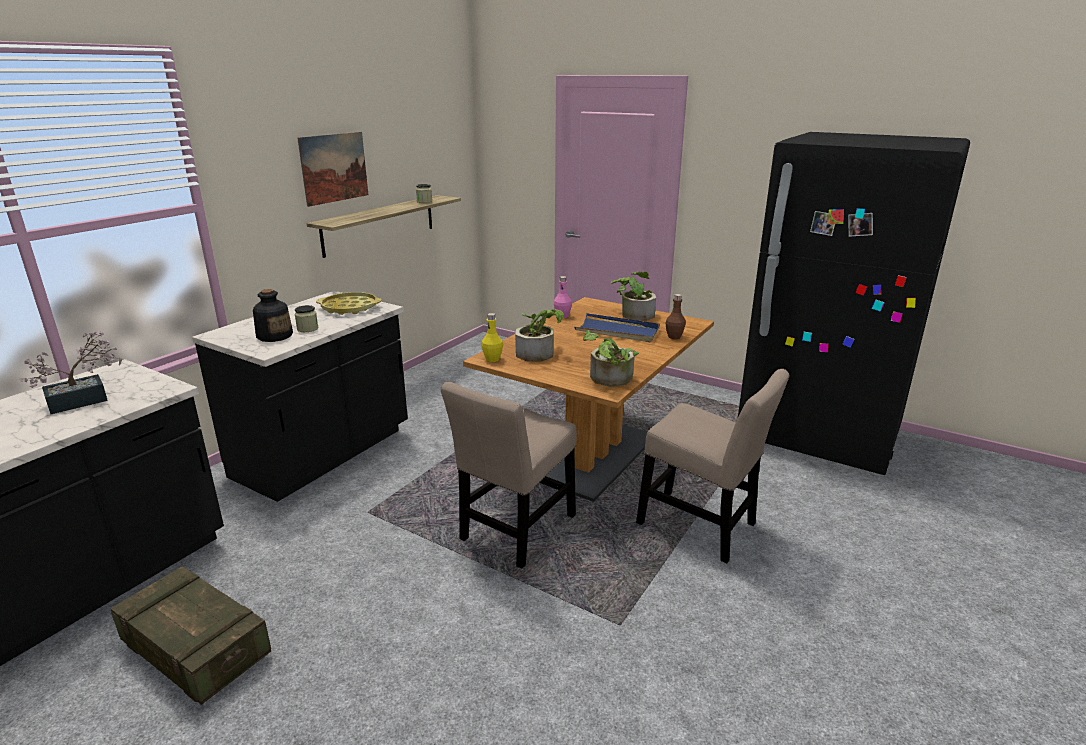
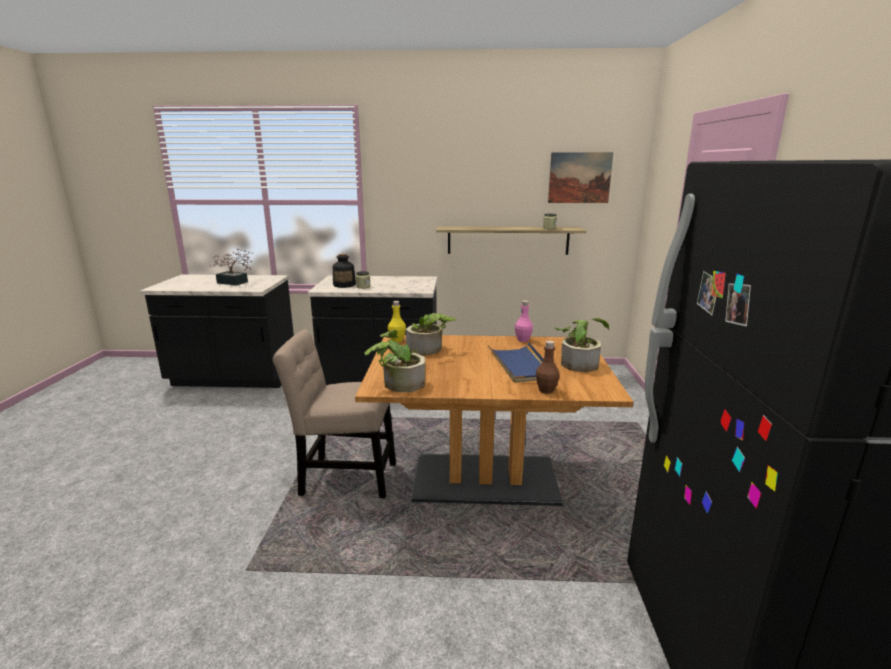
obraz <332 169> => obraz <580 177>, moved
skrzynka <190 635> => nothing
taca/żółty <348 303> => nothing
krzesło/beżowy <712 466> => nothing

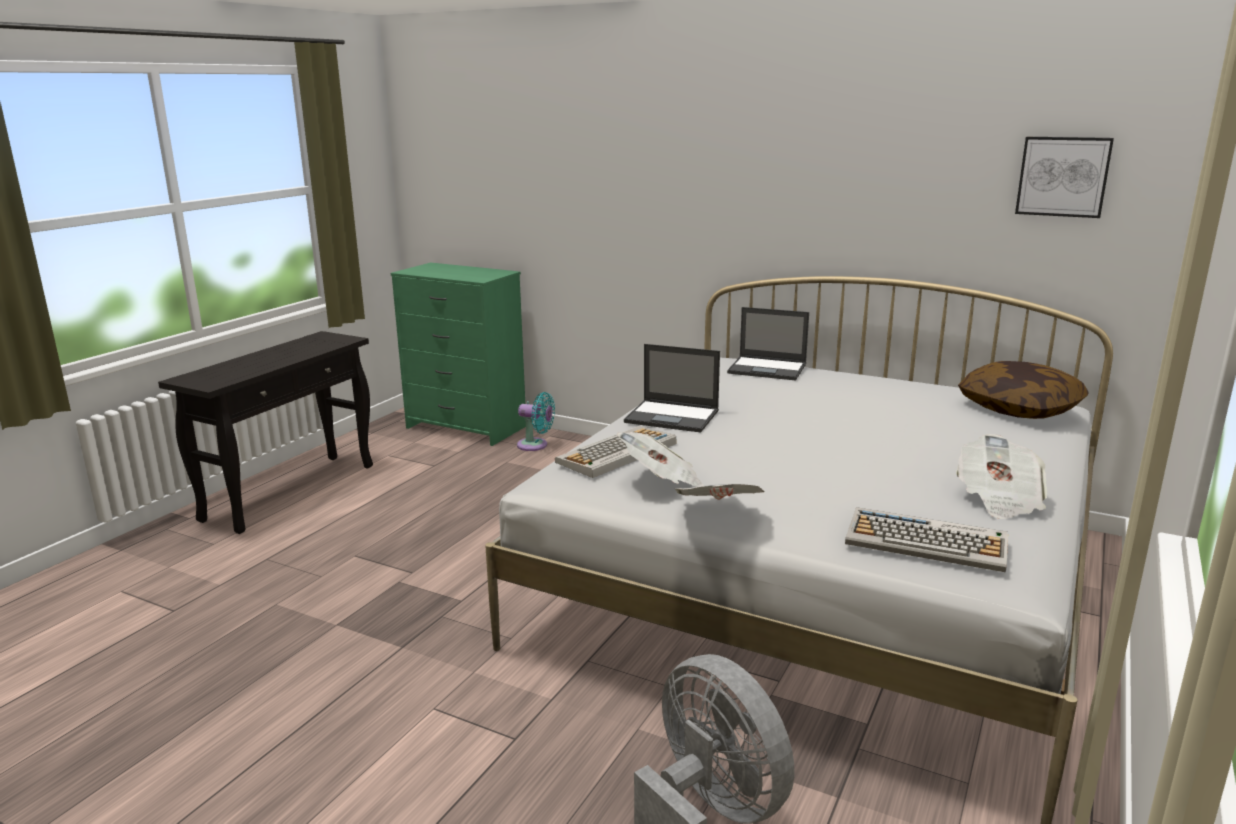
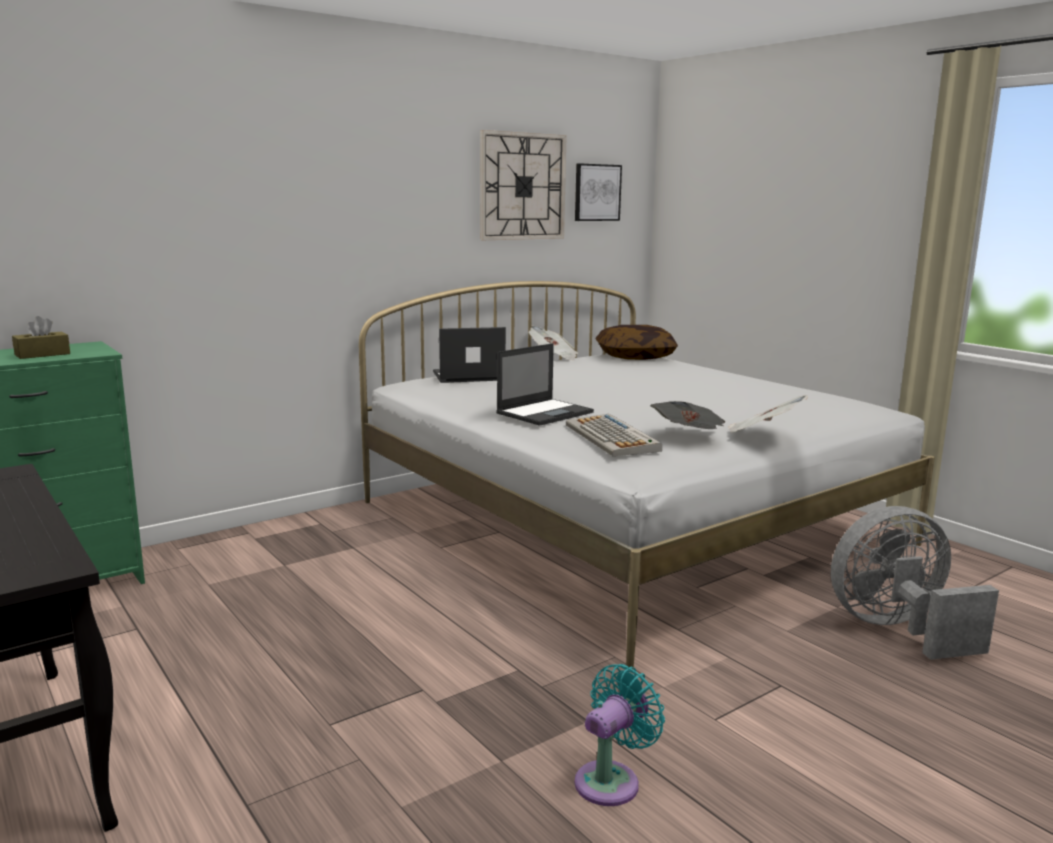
nothing => pudełko chusteczek/brązowy <41 337>
laptop <768 343> => laptop <469 355>, 150 degrees counterclockwise
nothing => zegar ścienny <523 185>
gazeta <1001 476> => gazeta <553 343>, moved
wentylator/turkusowy <536 421> => wentylator/turkusowy <620 735>, moved
klawiatura <926 539> => nothing

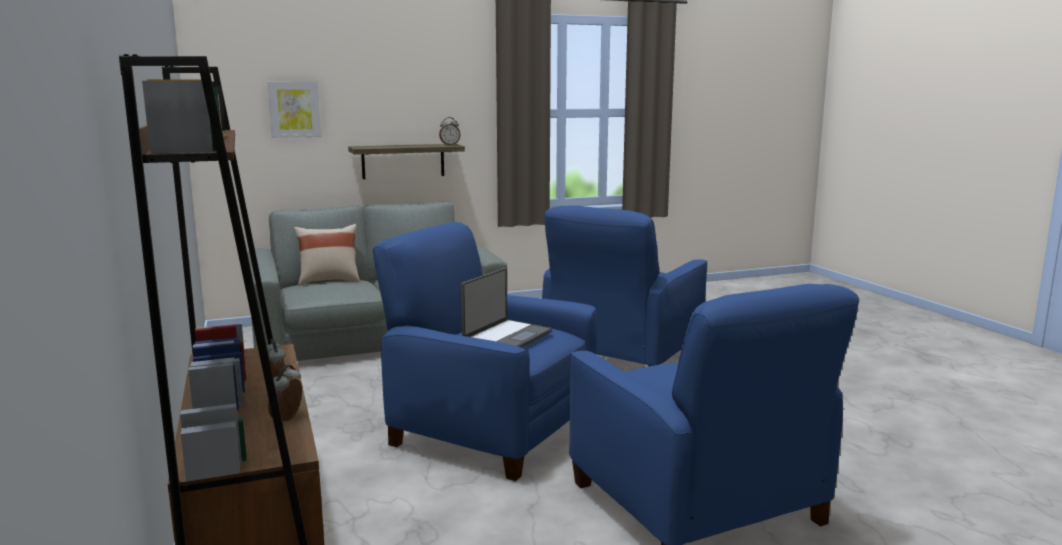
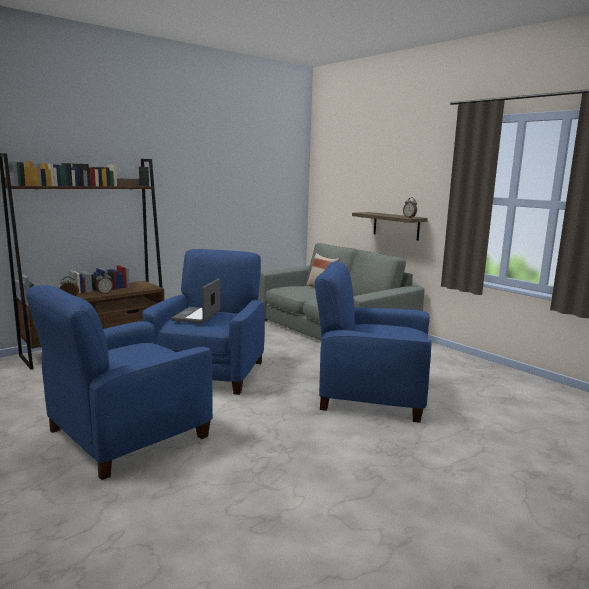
laptop <506 308> => laptop <195 300>, 90 degrees clockwise
obraz <294 109> => nothing

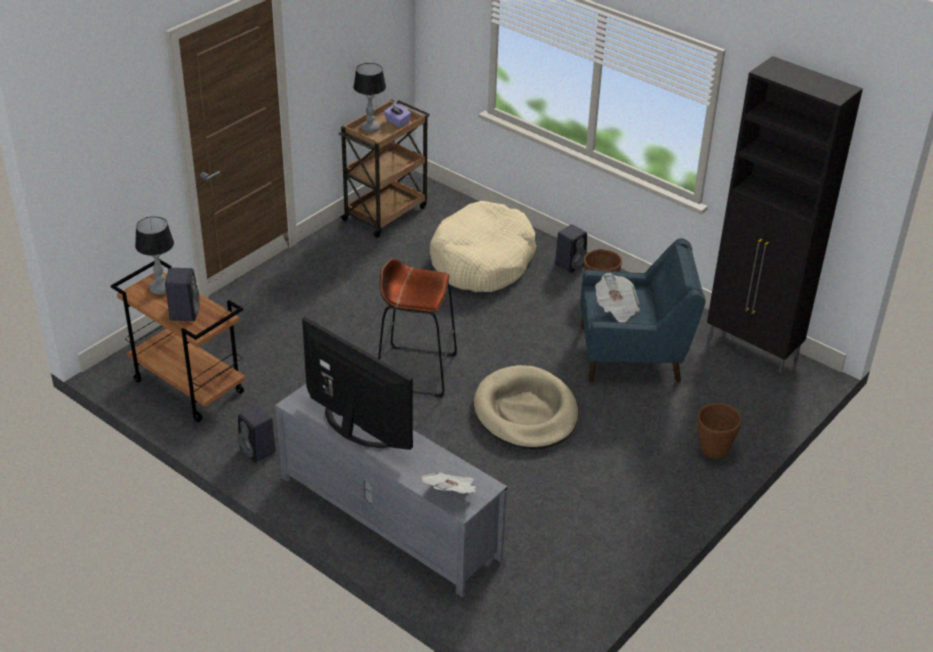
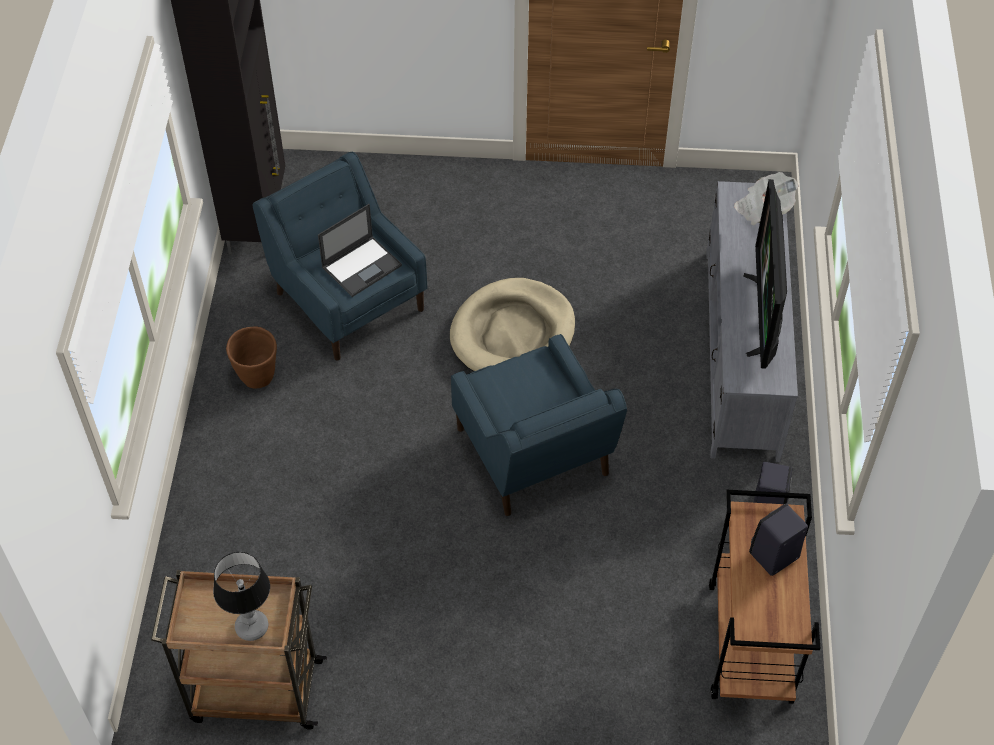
gazeta <617 297> => laptop <360 250>
stołek/brązowy <417 327> => fotel/niebieski <539 425>
lampa stołowa <154 256> => nothing
pudełko chusteczek/fioletowy <397 115> => nothing
legowisko/beżowy <483 246> => nothing
głośnik/czarny <571 248> => nothing
donica/brązowy <720 431> => nothing

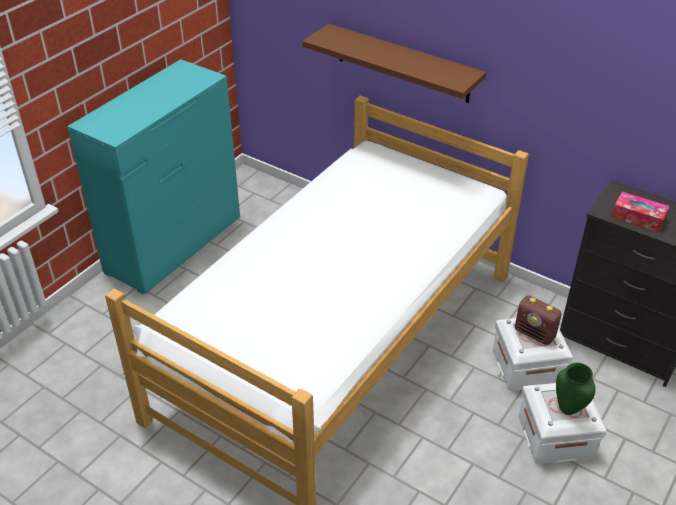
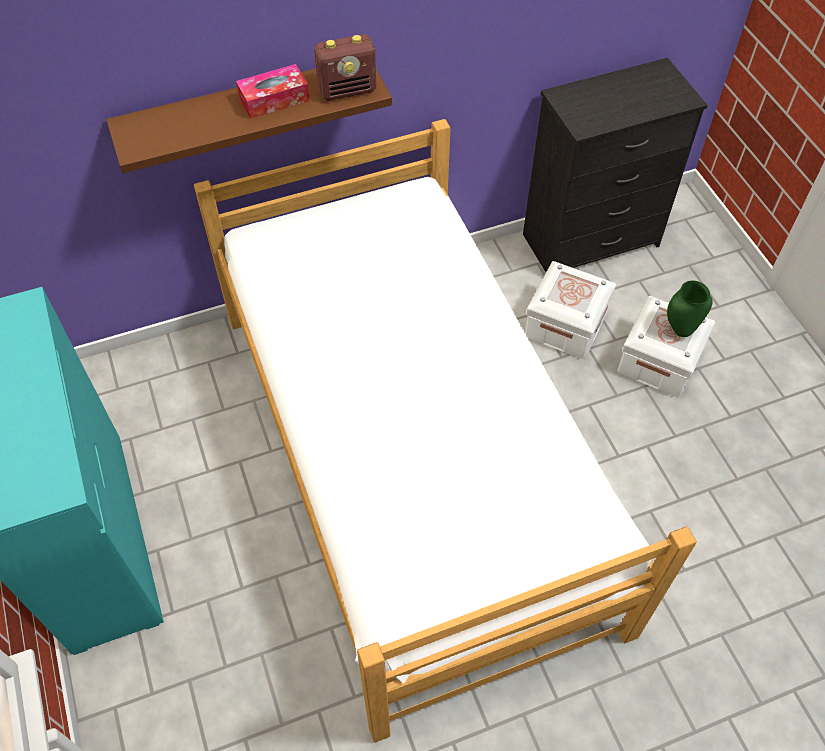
pudełko chusteczek <640 212> => pudełko chusteczek <273 91>, moved
radio <538 320> => radio <345 67>, moved

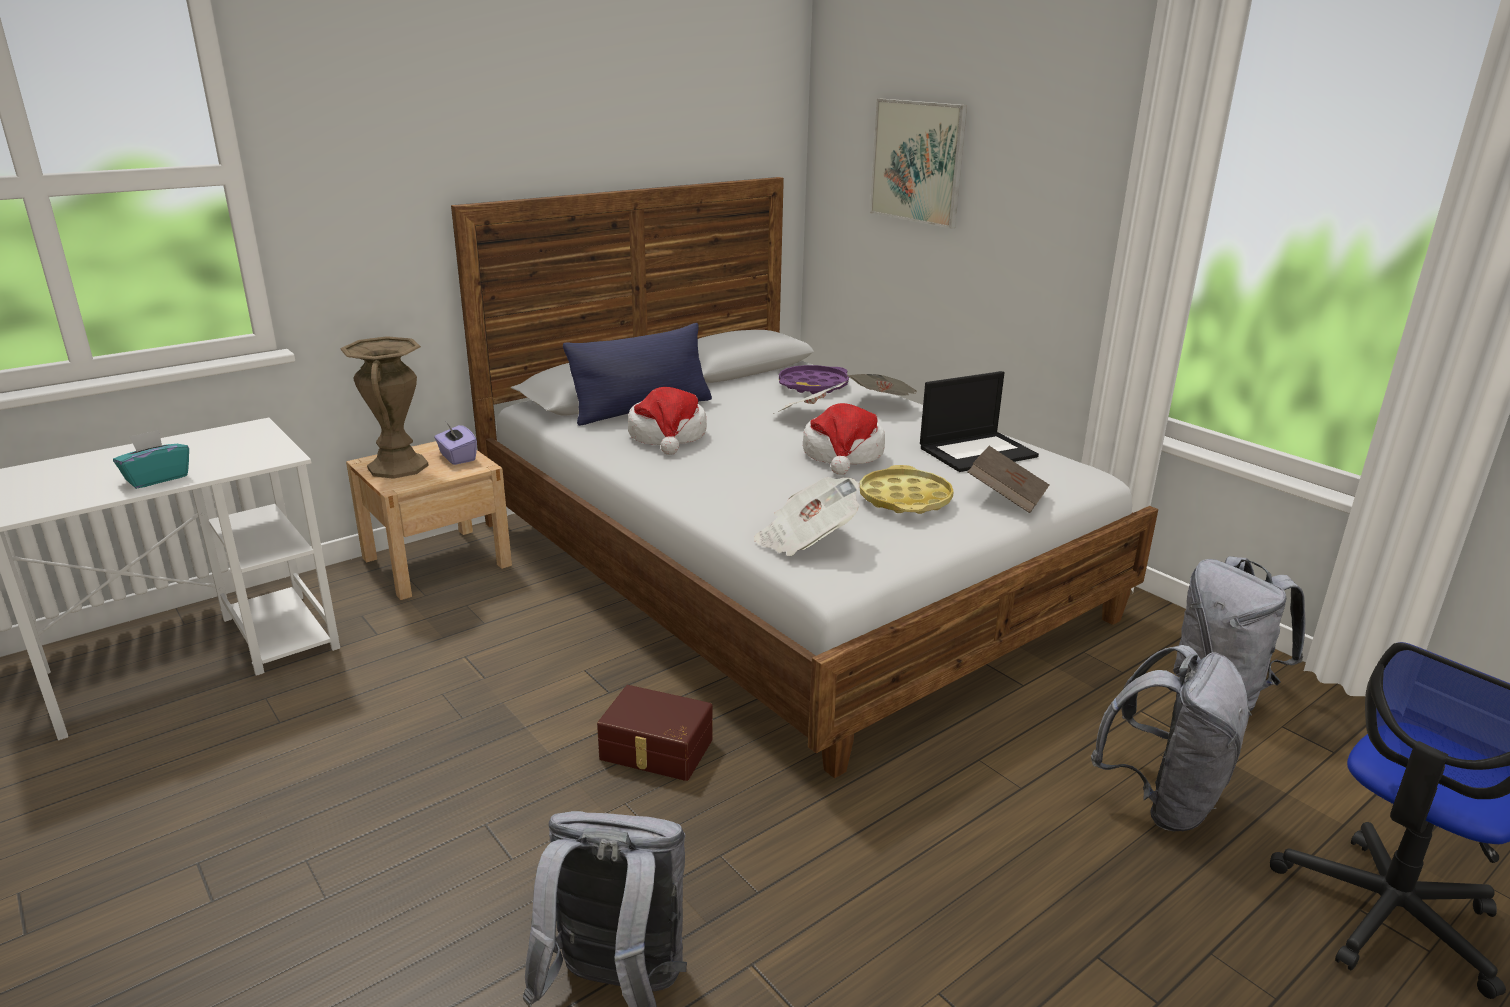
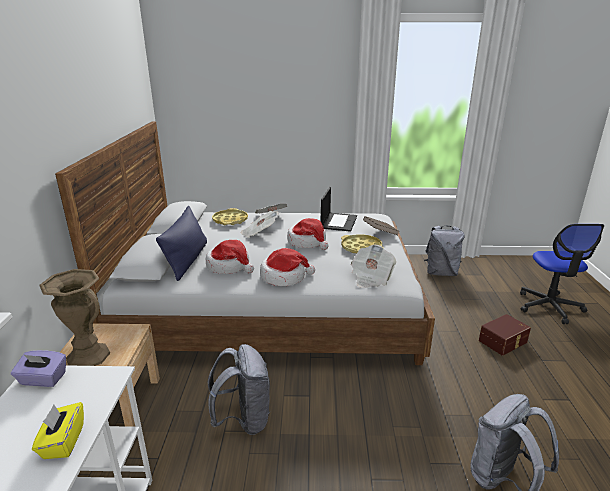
pudełko chusteczek/fioletowy <455 443> => pudełko chusteczek/fioletowy <38 368>, moved
pudełko chusteczek/turkusowy <151 459> => pudełko chusteczek/żółty <58 430>
plecak/szary <1171 738> => plecak/szary <238 389>, moved
taca/fioletowy <814 379> => taca/żółty <230 216>
nothing => kapelusz <287 267>
pojemnik do przechowywania/brązowy <655 733> => pojemnik do przechowywania/brązowy <505 335>, moved
obraz <918 164> => nothing

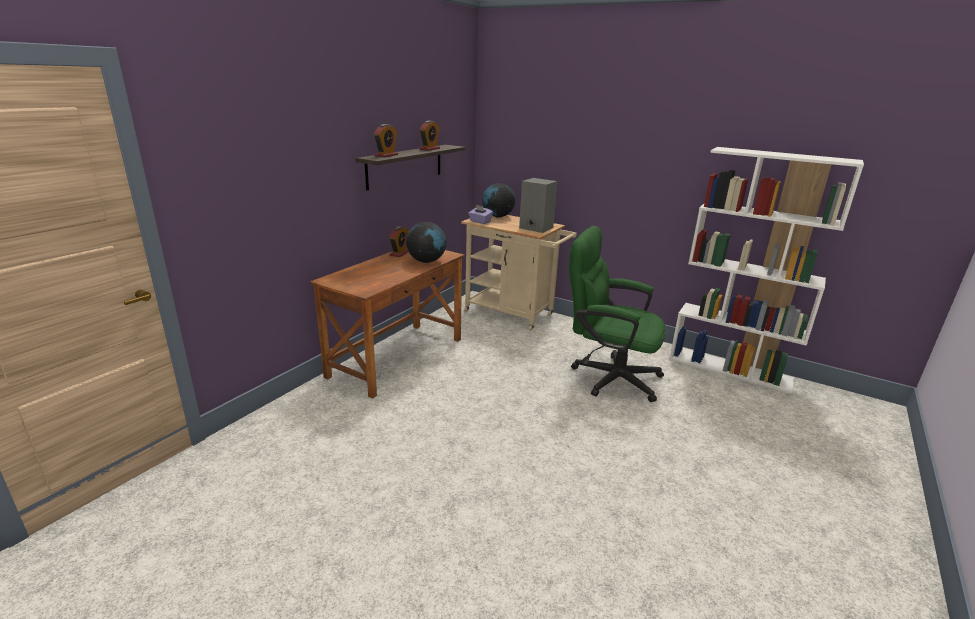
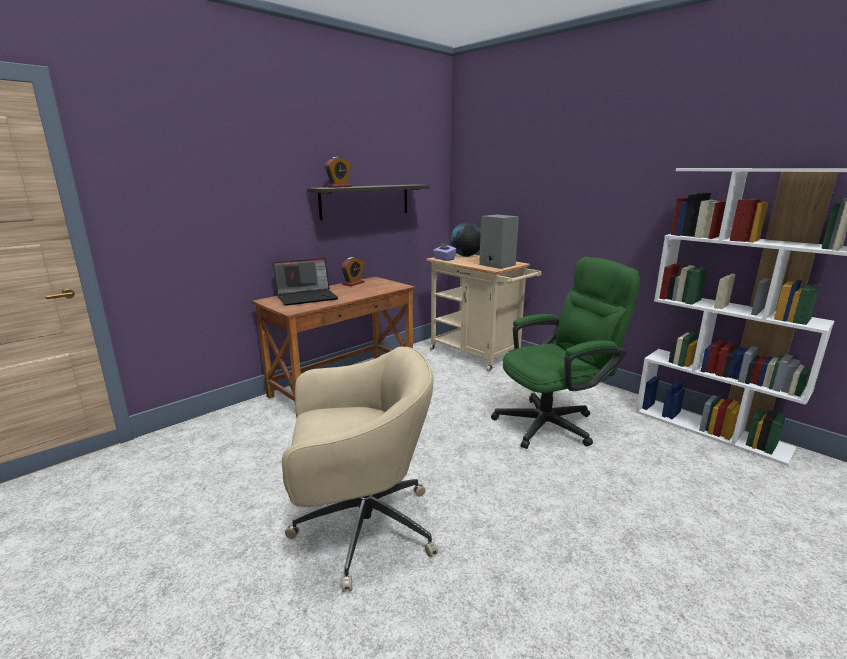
nothing => laptop <305 282>
nothing => krzesło biurowe/beżowy <360 469>
krzesło biurowe/zielony <617 314> => krzesło biurowe/zielony <565 353>, 120 degrees clockwise
globus <426 242> => nothing
budzik <430 136> => nothing

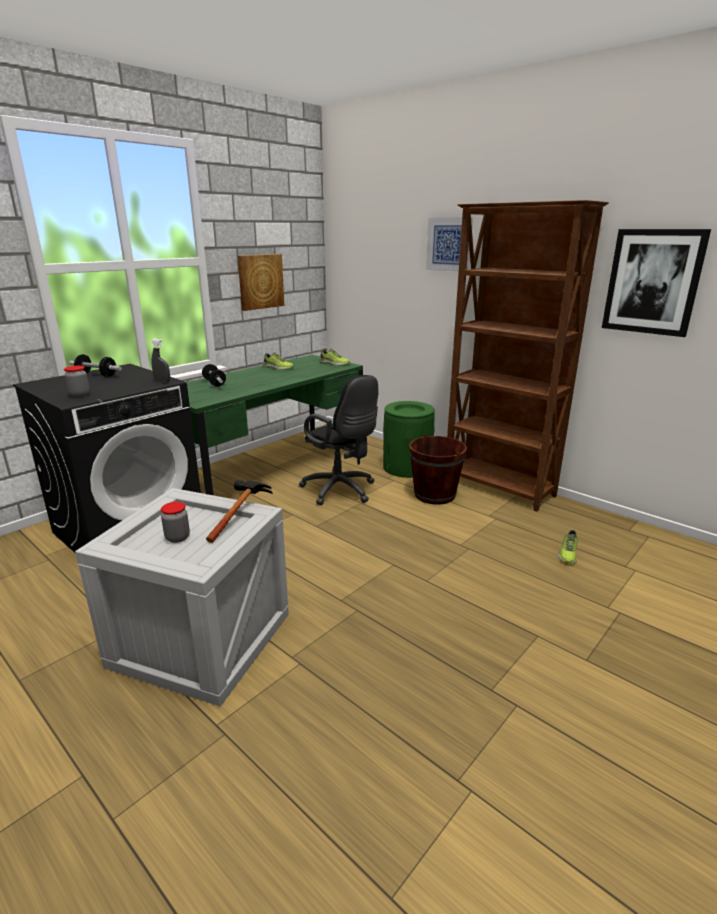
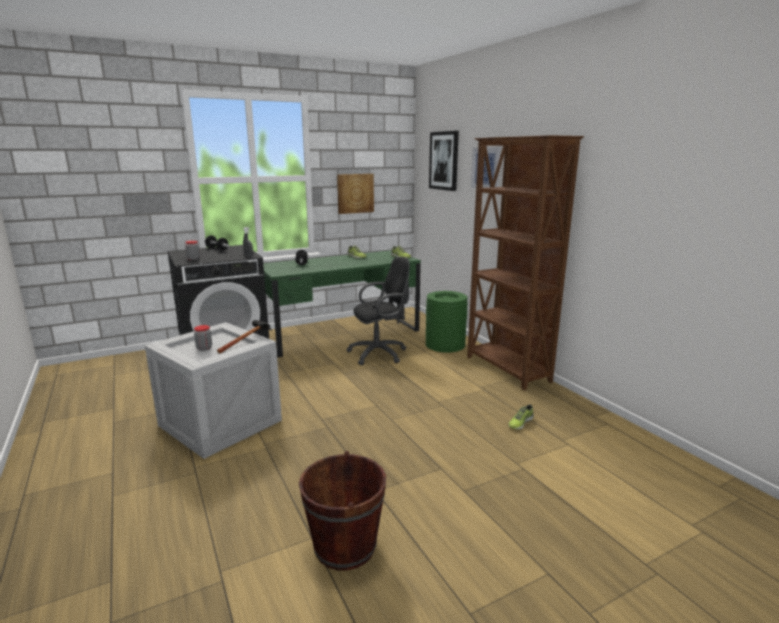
wiadro/brązowy <438 469> => wiadro/brązowy <342 511>, moved
krzesło biurowe/czarny <338 440> => krzesło biurowe/czarny <378 311>, 90 degrees counterclockwise
obraz <656 283> => obraz <444 161>, moved

